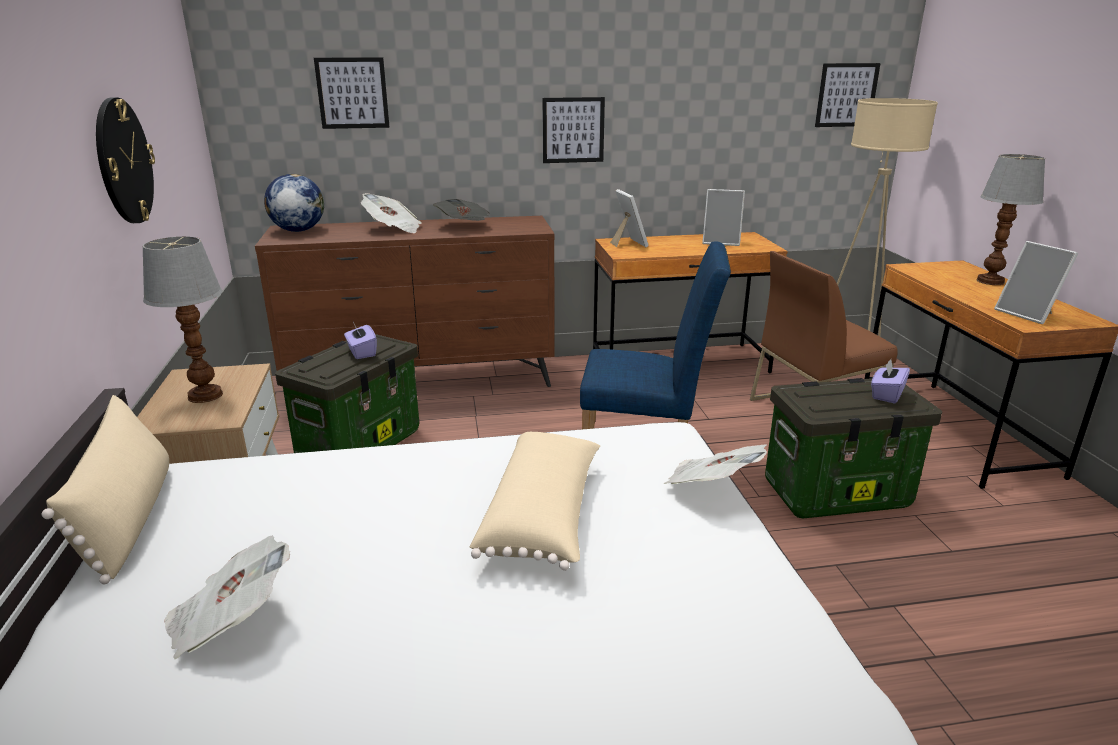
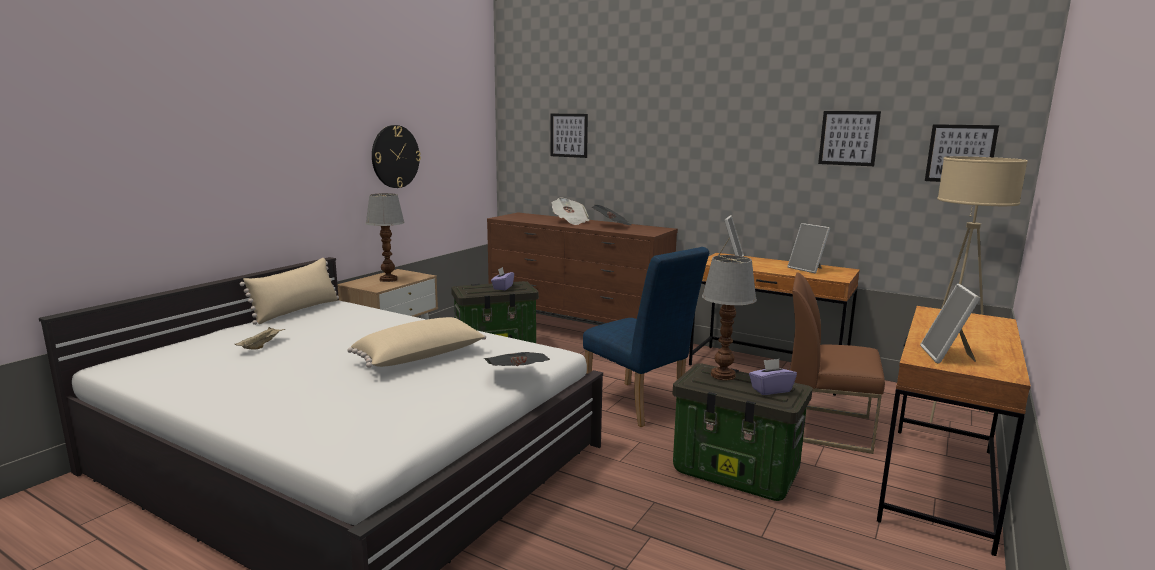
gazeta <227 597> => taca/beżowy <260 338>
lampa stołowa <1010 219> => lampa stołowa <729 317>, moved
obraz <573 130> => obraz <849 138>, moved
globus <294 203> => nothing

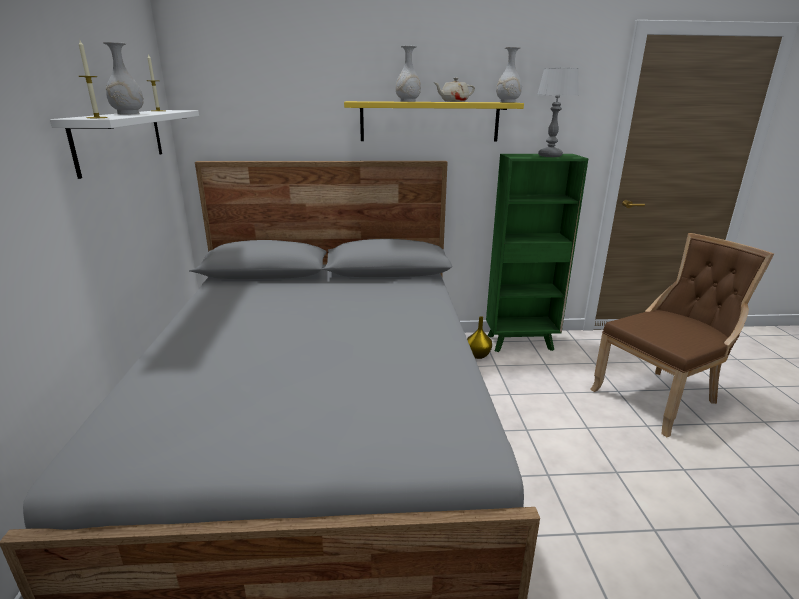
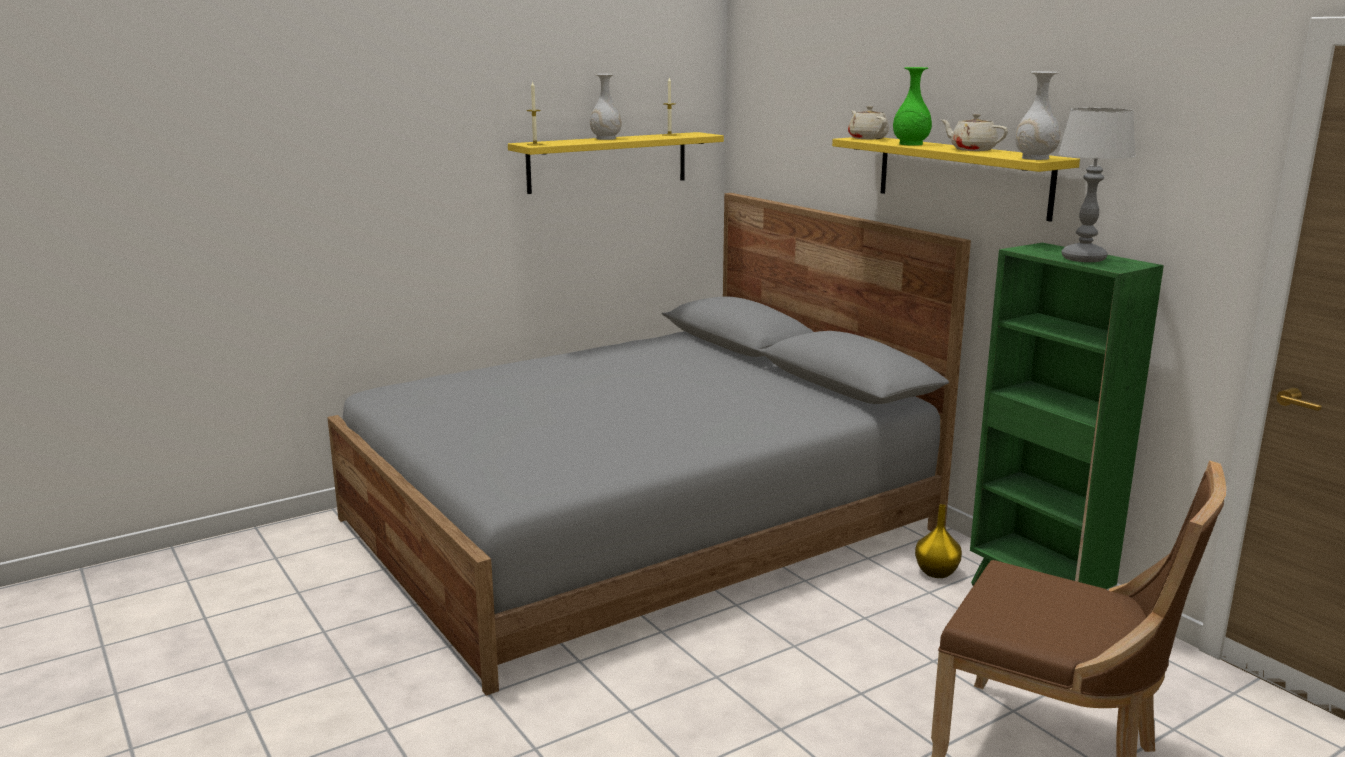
półka/biały <124 144> => półka/żółty <616 163>
nothing => imbryk/beżowy <868 122>
wazon/biały <408 74> => wazon/zielony <912 106>

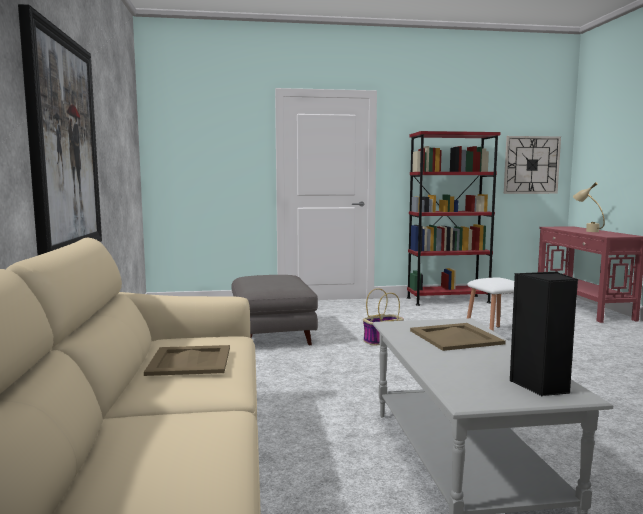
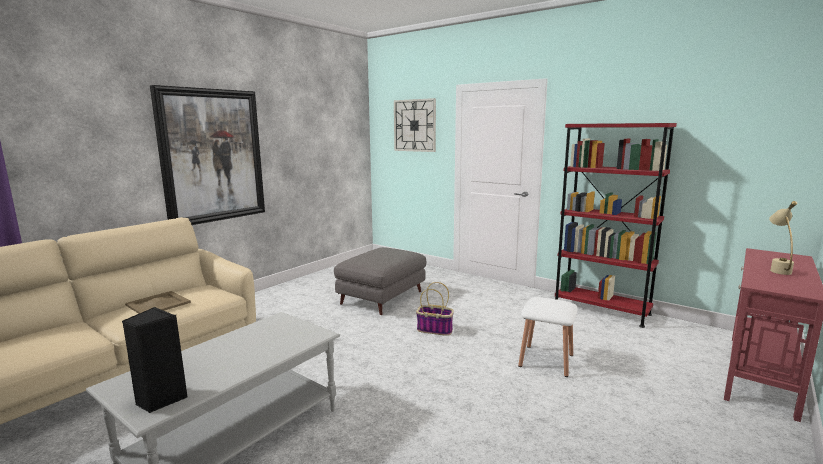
zegar ścienny <532 165> => zegar ścienny <415 125>, moved
taca/beżowy <458 337> => nothing

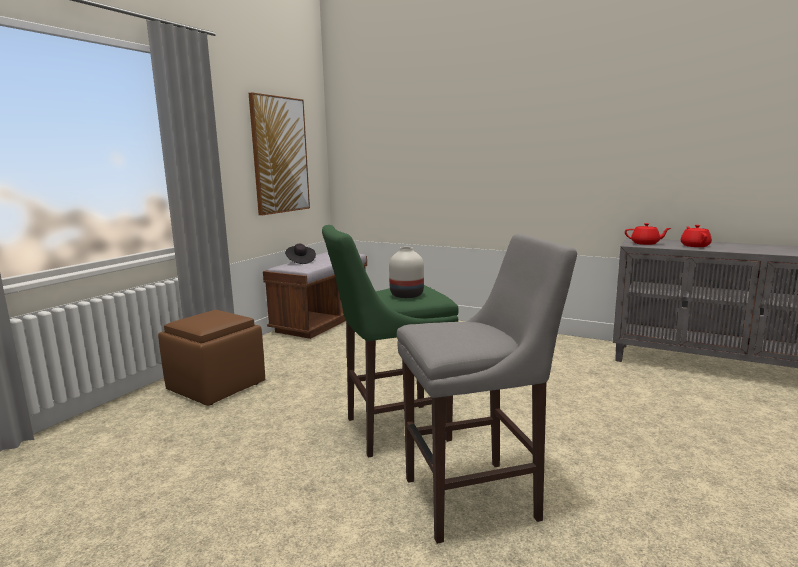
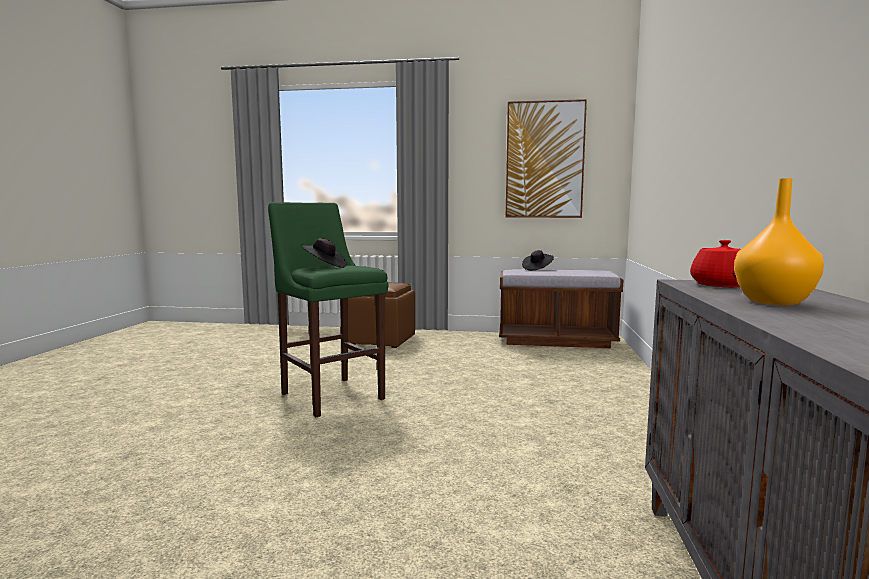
wazon/biały <406 272> => kapelusz/czarny <323 253>
imbryk/czerwony <696 236> => wazon/pomarańczowy <779 241>
stołek/szary <487 389> => nothing

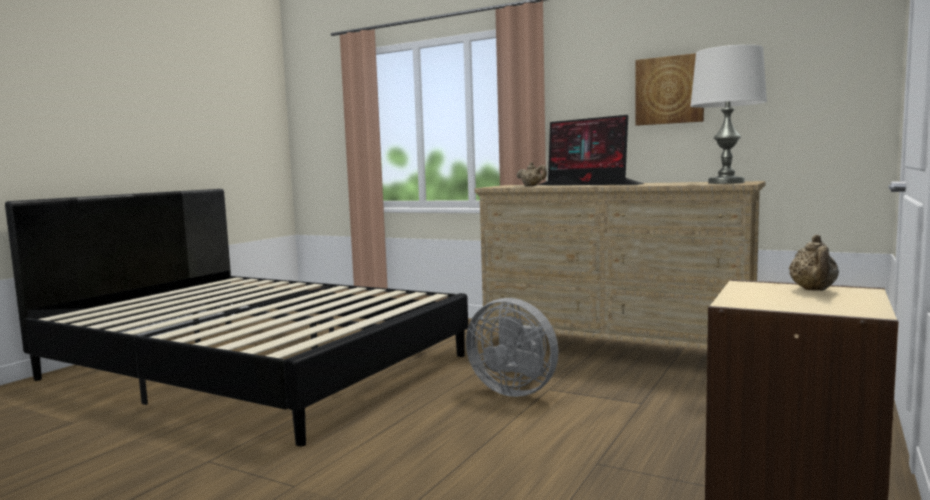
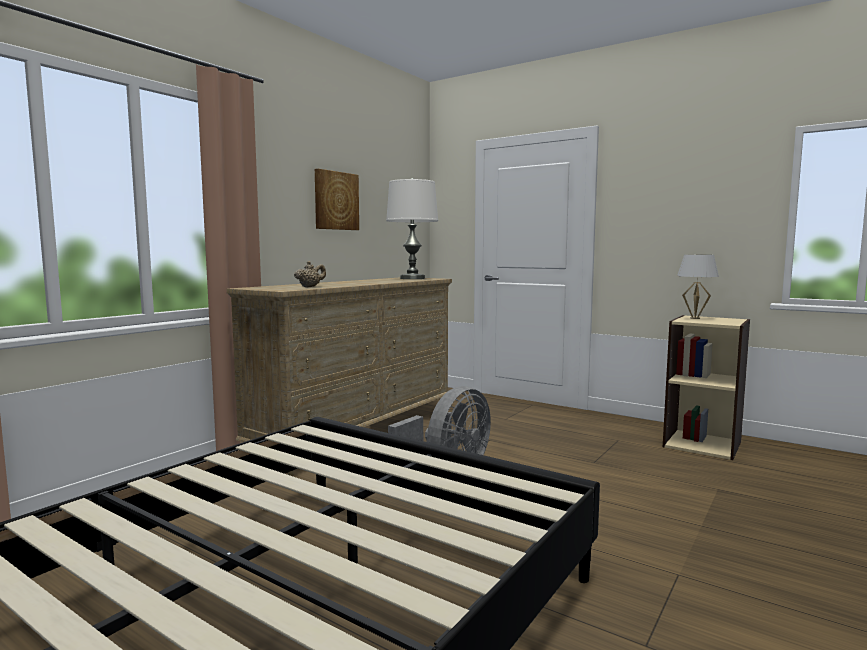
imbryk/beżowy <814 263> => lampa stołowa/biały <698 287>
monitor <591 150> => nothing

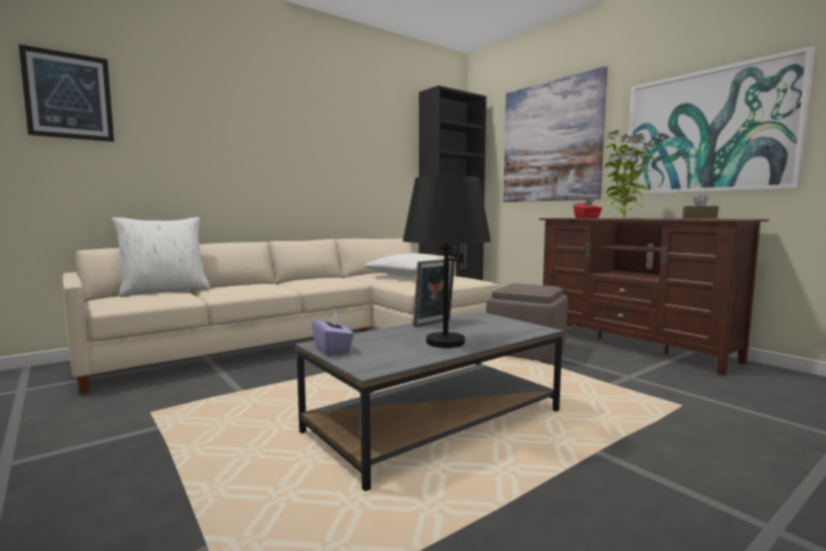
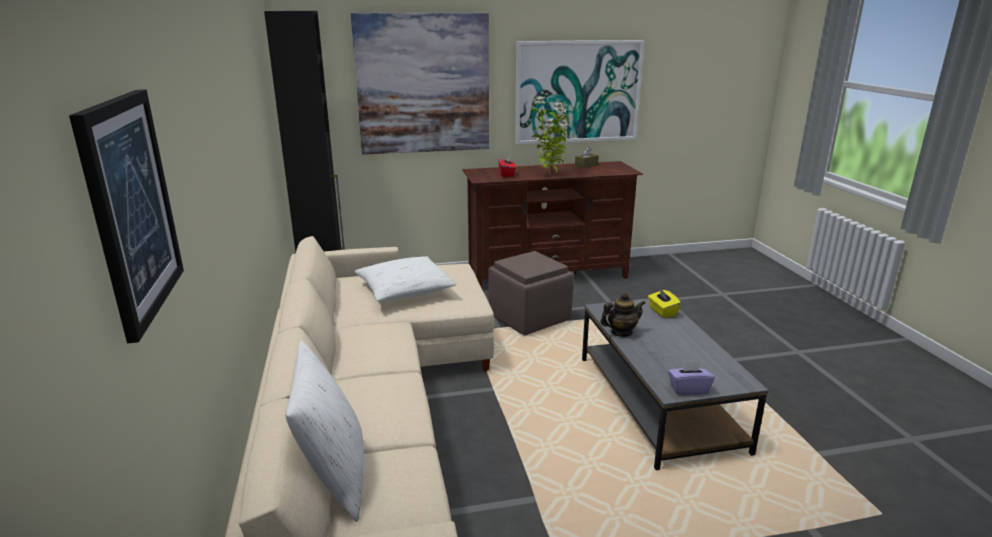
ramka na zdjęcie <434 293> => imbryk <622 315>
nothing => pudełko chusteczek/żółty <664 303>
lampa stołowa/czarny <447 262> => nothing

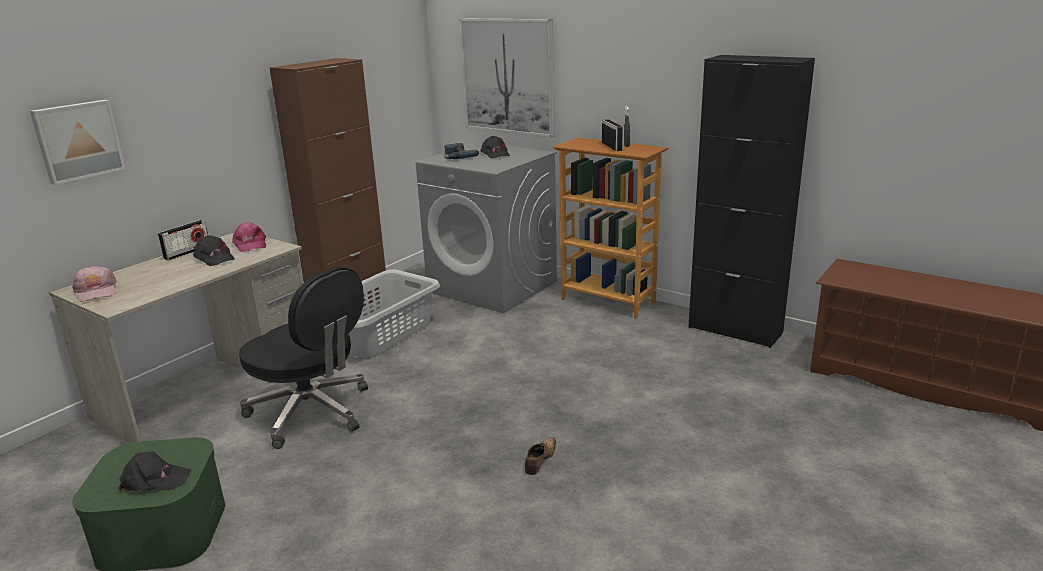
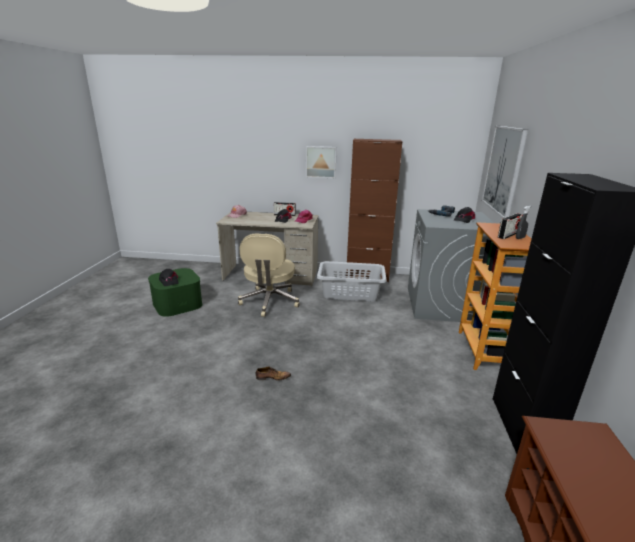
krzesło biurowe/czarny <303 357> => krzesło biurowe/beżowy <269 275>
obraz <78 142> => obraz <321 162>, moved

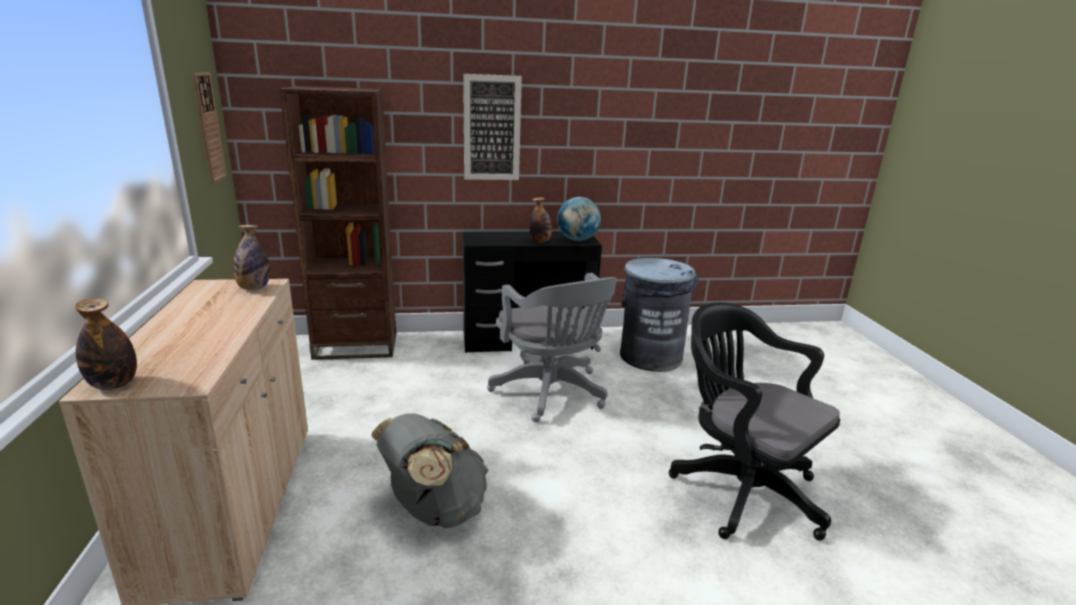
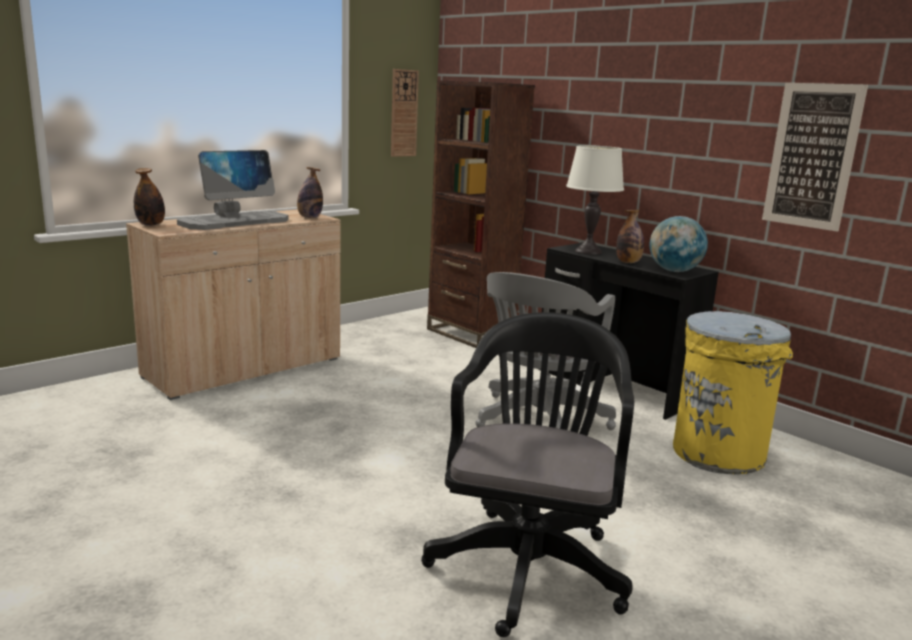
nothing => monitor <232 190>
nothing => lampa stołowa/biały <595 200>
kosz na śmieci/szary <659 315> => kosz na śmieci/żółty <733 392>
obraz <492 127> => obraz <815 157>, moved
plecak/szary <430 470> => nothing

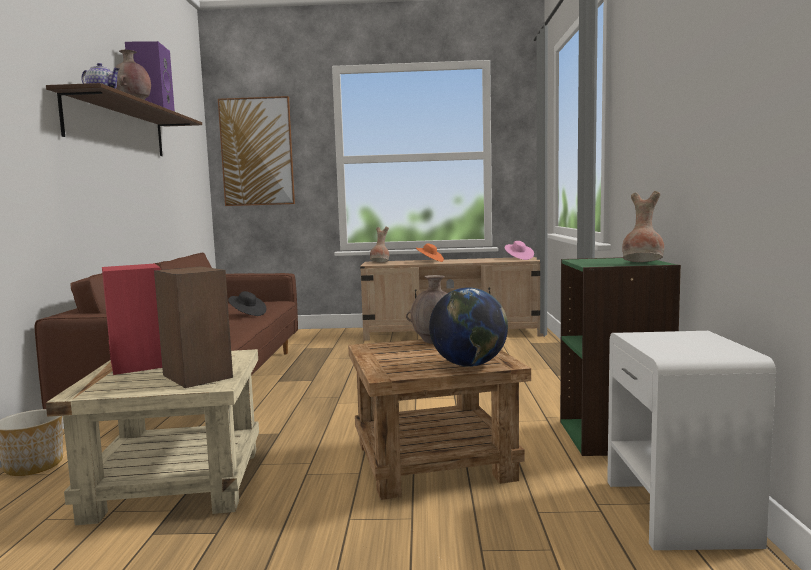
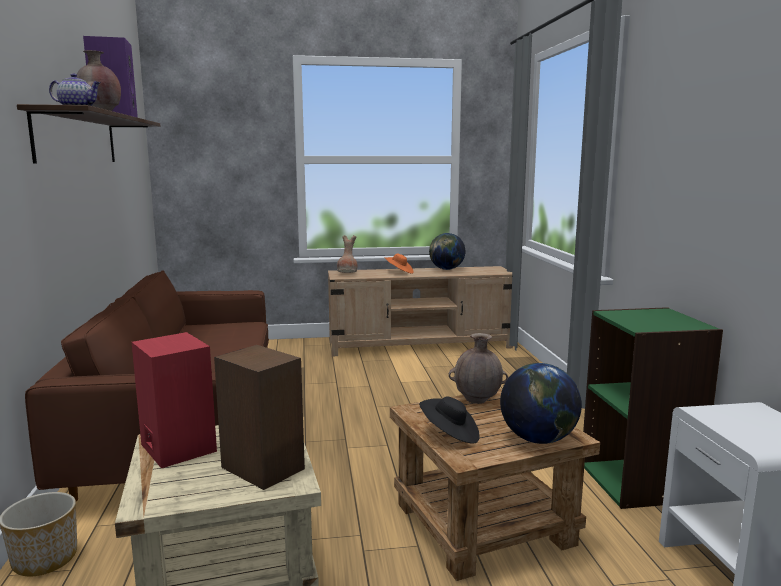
kapelusz/czarny <247 303> => kapelusz/czarny <449 419>, moved
nothing => globus <447 251>
obraz <256 151> => nothing
kapelusz/różowy <519 250> => nothing
wazon/brązowy <643 226> => nothing

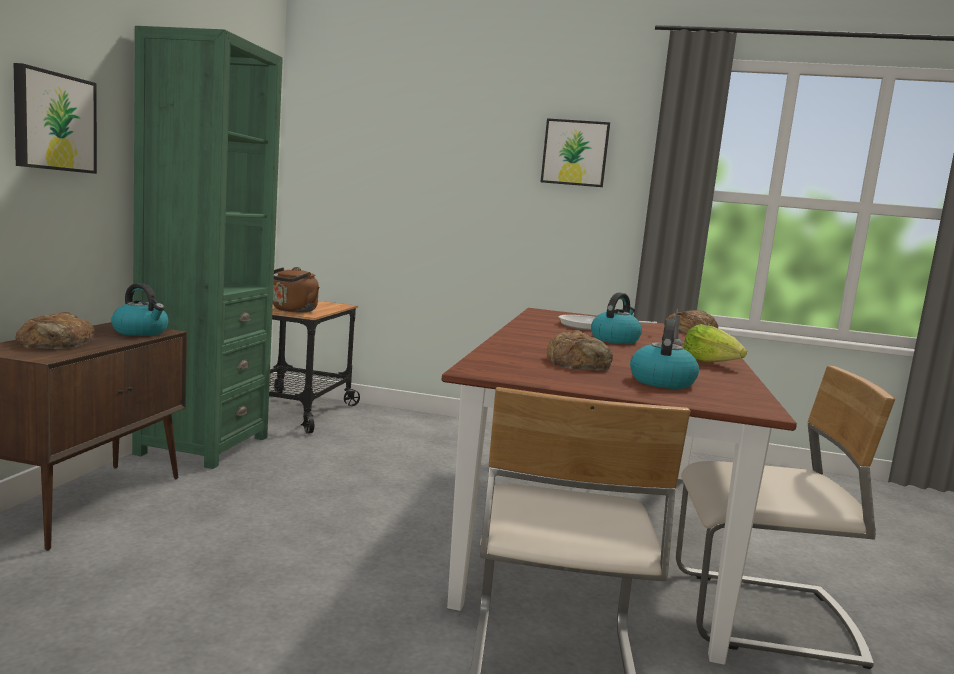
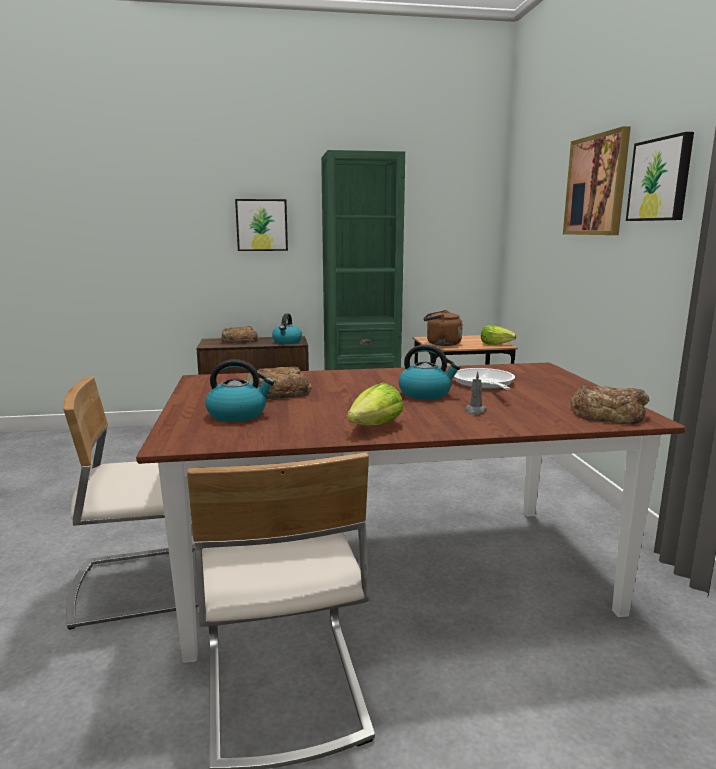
nothing => sałata <499 335>
nothing => obraz <597 180>

